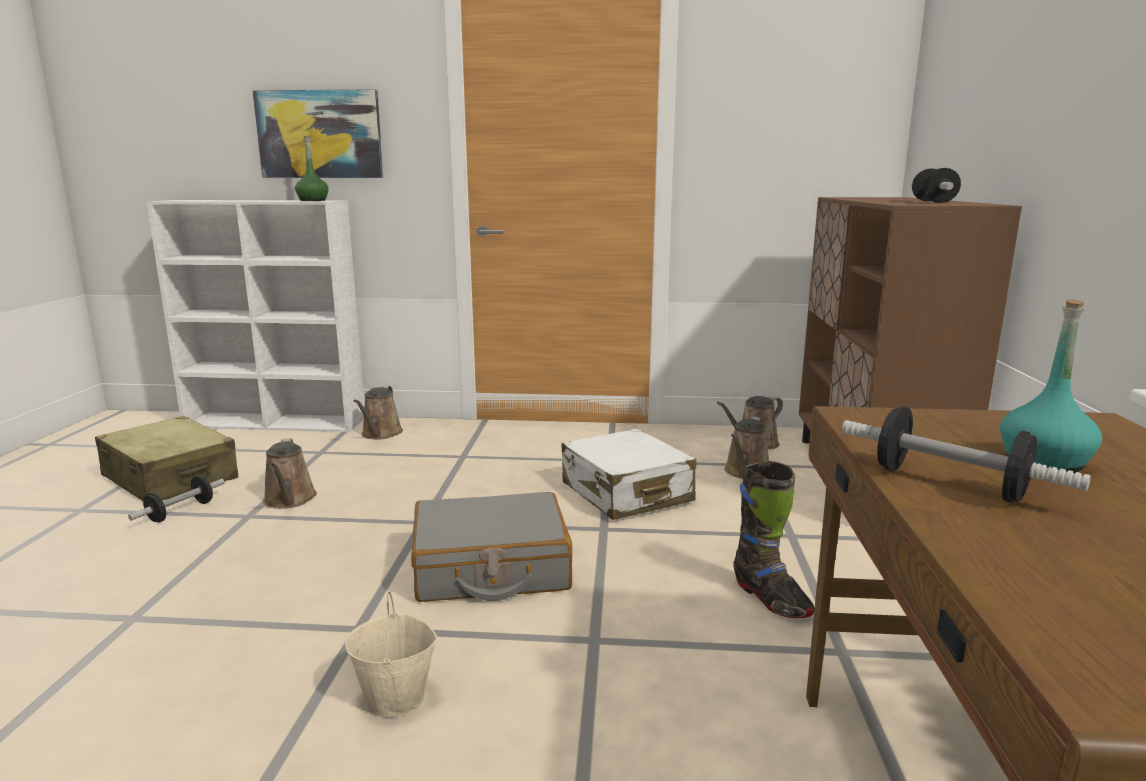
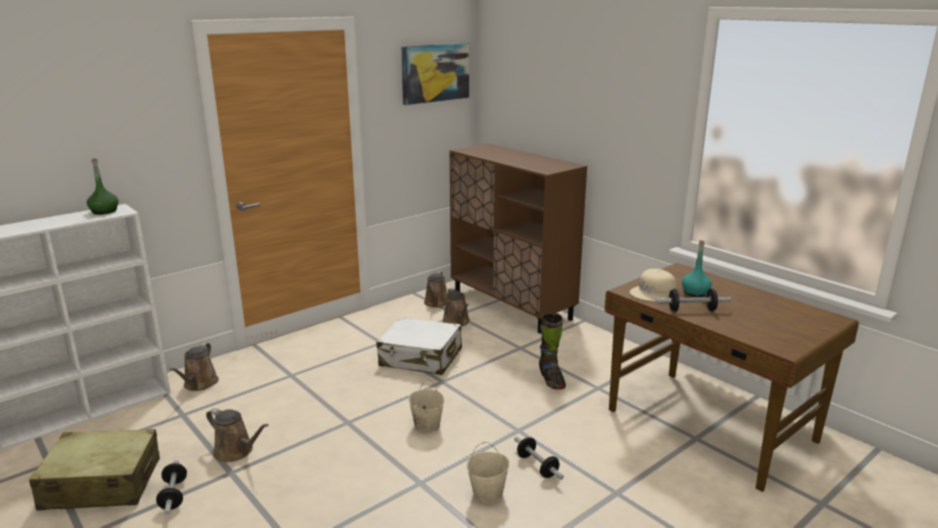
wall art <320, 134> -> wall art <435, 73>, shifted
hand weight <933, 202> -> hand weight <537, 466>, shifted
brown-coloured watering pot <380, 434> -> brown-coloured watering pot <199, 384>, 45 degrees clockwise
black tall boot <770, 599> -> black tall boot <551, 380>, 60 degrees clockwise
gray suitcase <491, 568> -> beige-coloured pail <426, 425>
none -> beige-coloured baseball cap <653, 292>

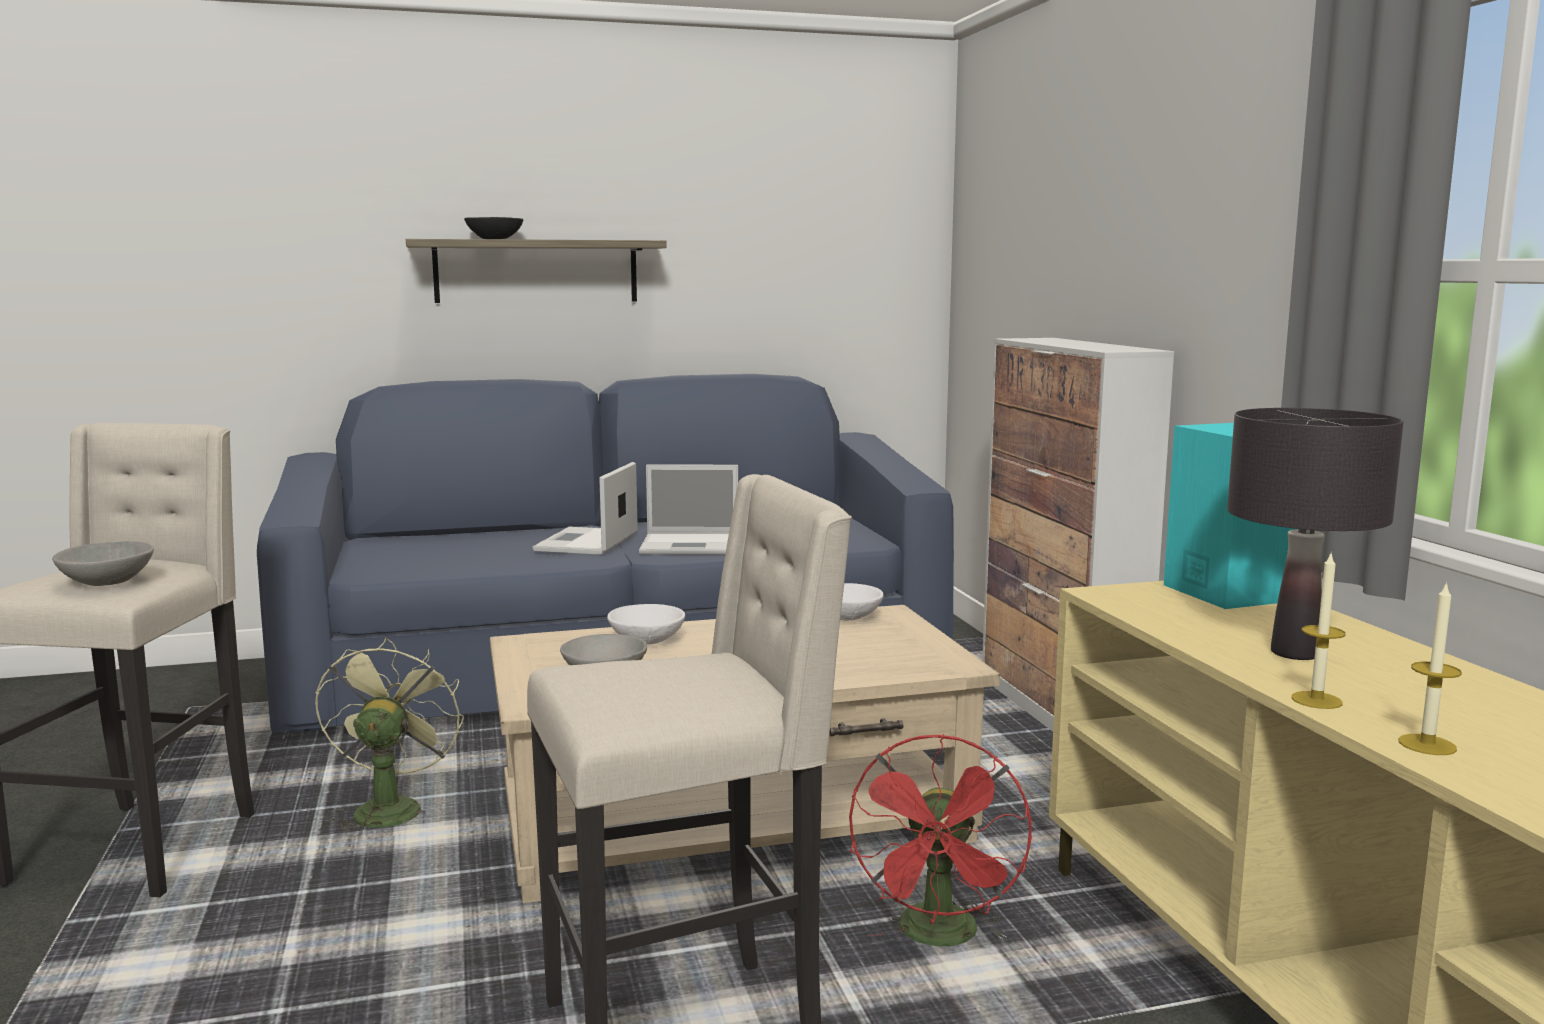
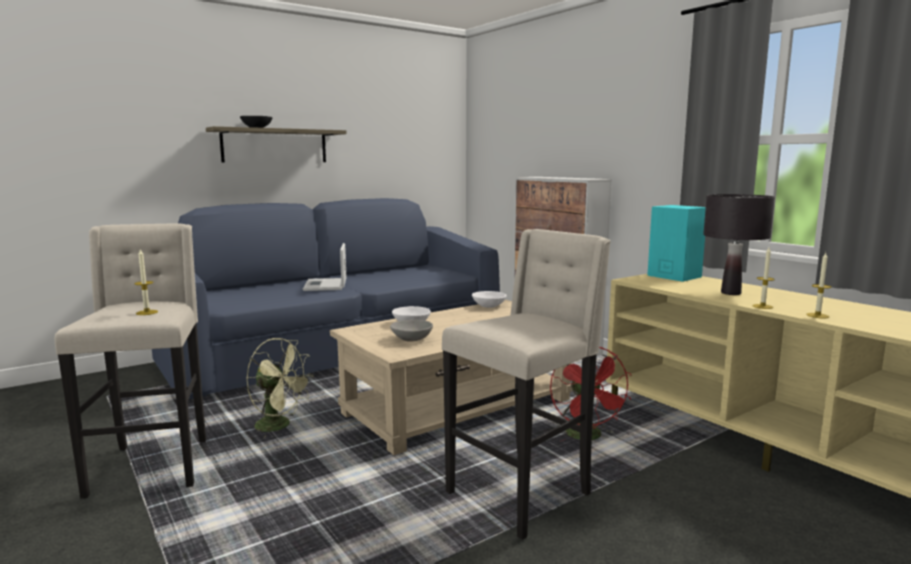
portable computer <692, 545> -> none
gray deep dish <107, 582> -> wax light <147, 312>
green electric fan <389, 807> -> green electric fan <280, 426>, 135 degrees clockwise

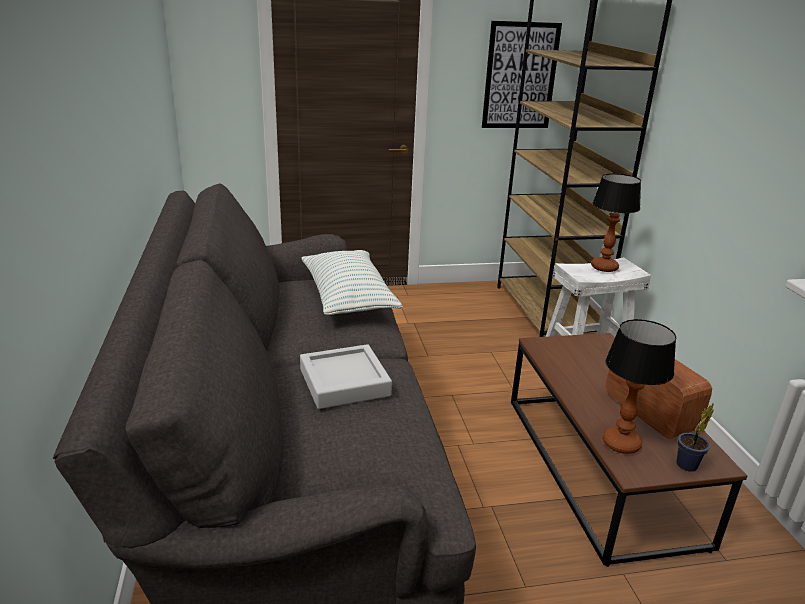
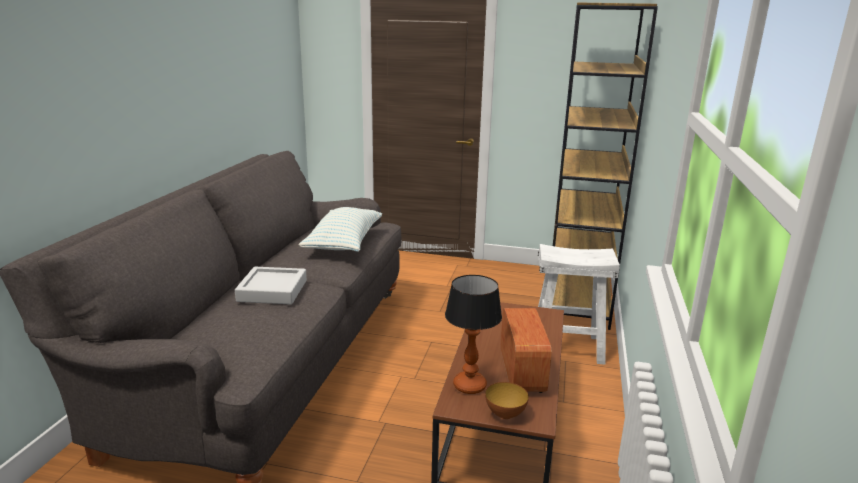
wall art <520, 76> -> none
tabletop lamp <605, 267> -> none
houseplant <685, 466> -> deep dish <505, 414>

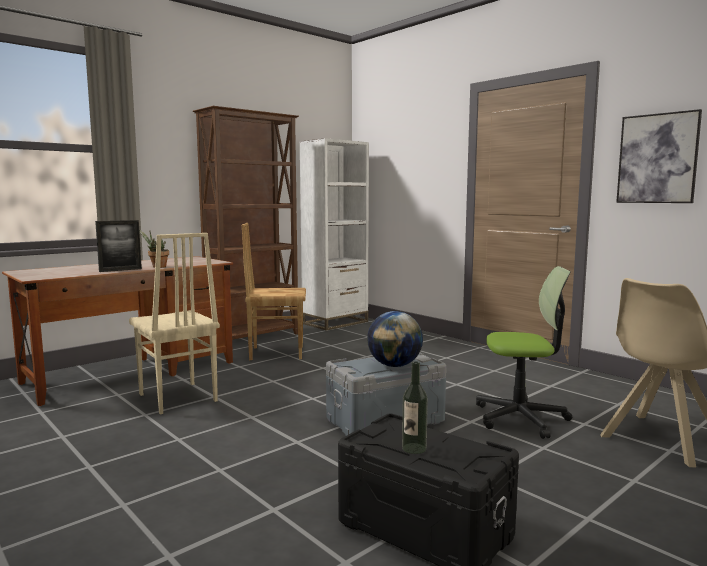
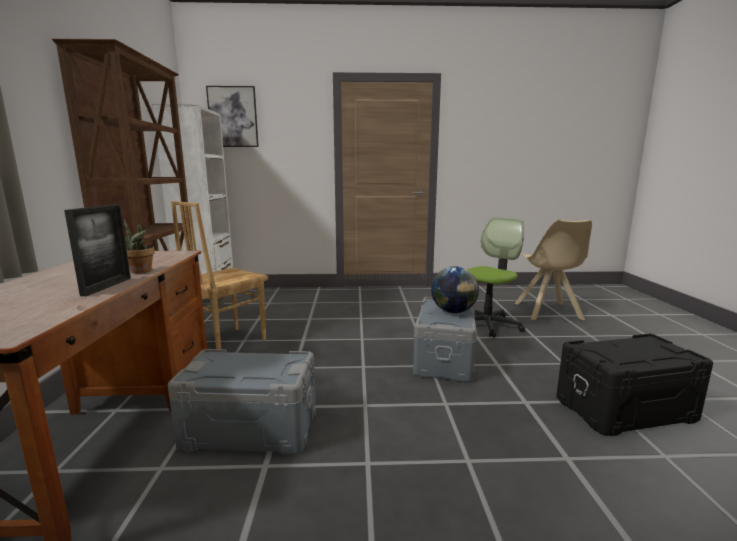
wall art <657, 158> -> wall art <233, 117>, shifted
beige-coloured upright chair <176, 398> -> gray storage box <250, 429>
bottle <414, 448> -> none

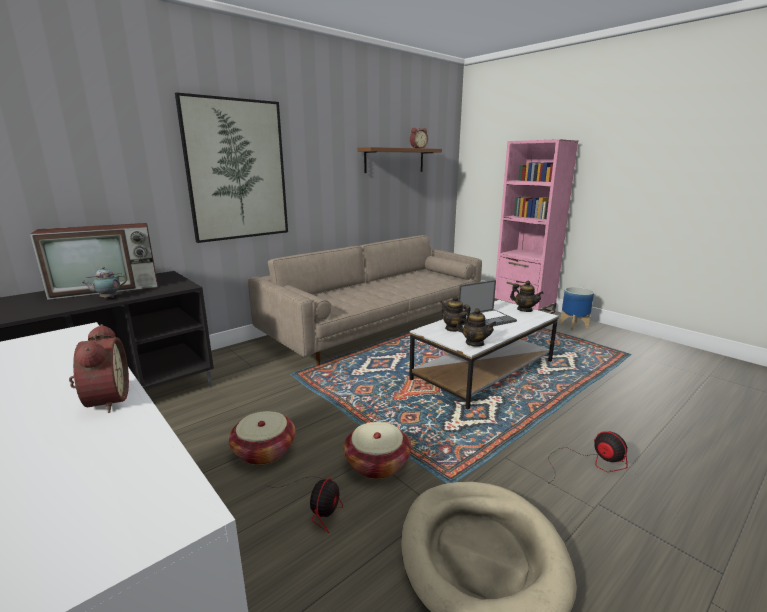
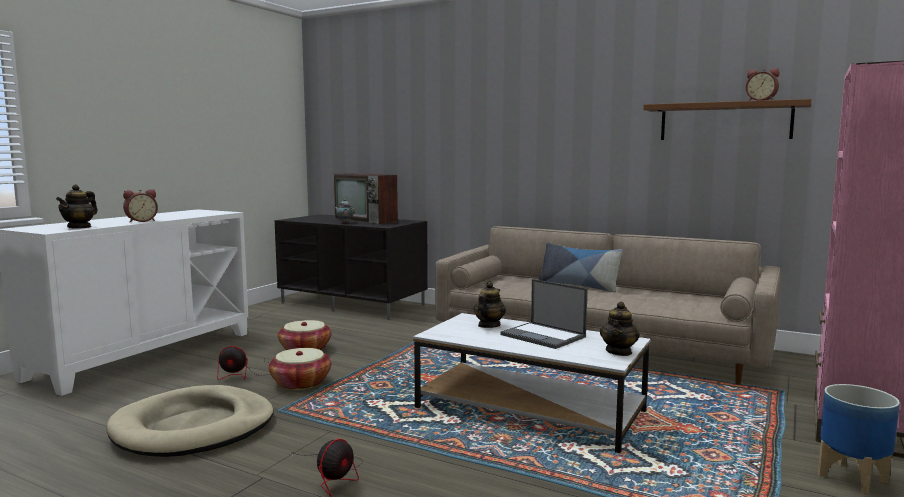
wall art <237, 170> -> none
pot for tea <474, 343> -> pot for tea <79, 227>, shifted
none -> pillow <578, 286>

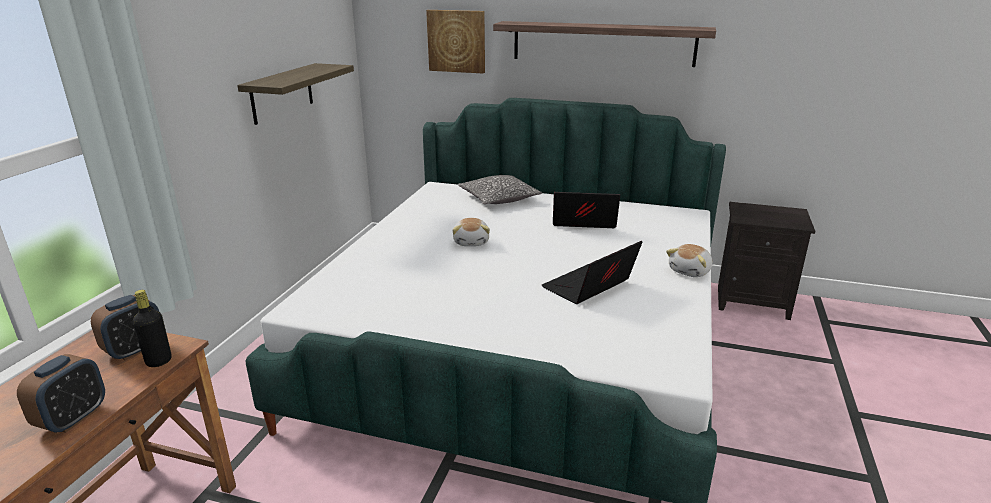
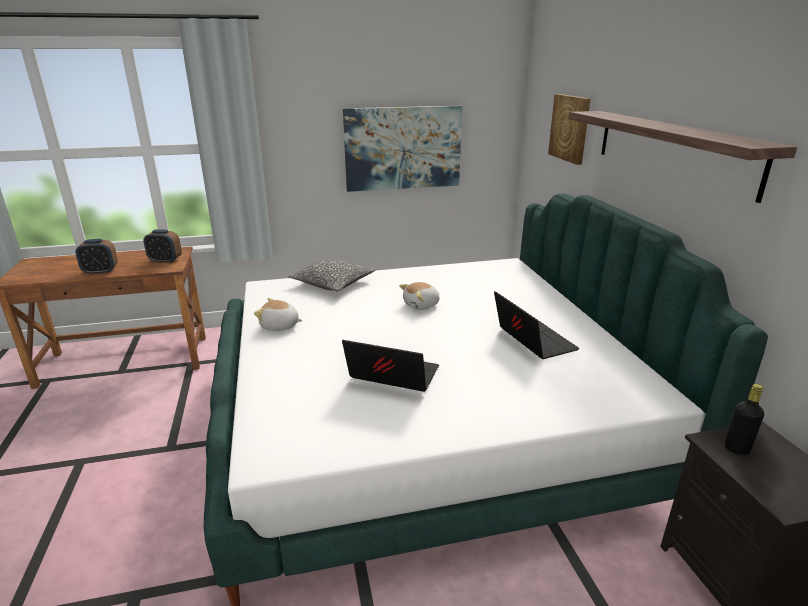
wall shelf <282, 93> -> wall art <403, 148>
pillow <499, 198> -> pillow <333, 283>, shifted
cuddly toy <690, 271> -> cuddly toy <279, 326>, shifted
black bottle <159, 361> -> black bottle <736, 449>, shifted

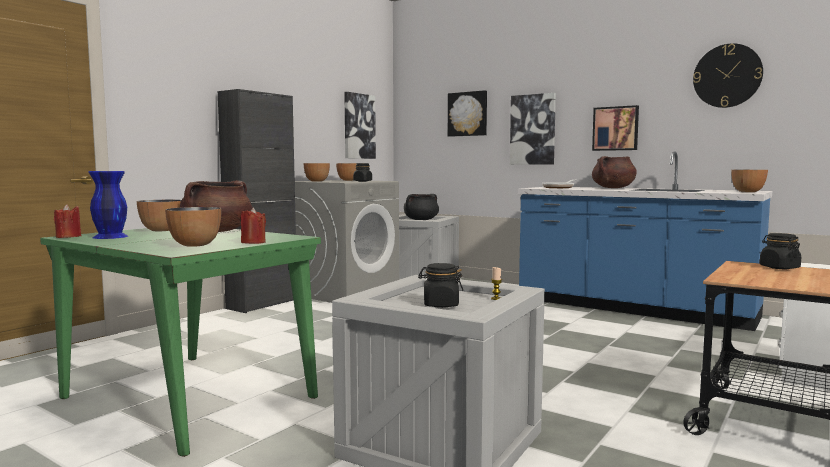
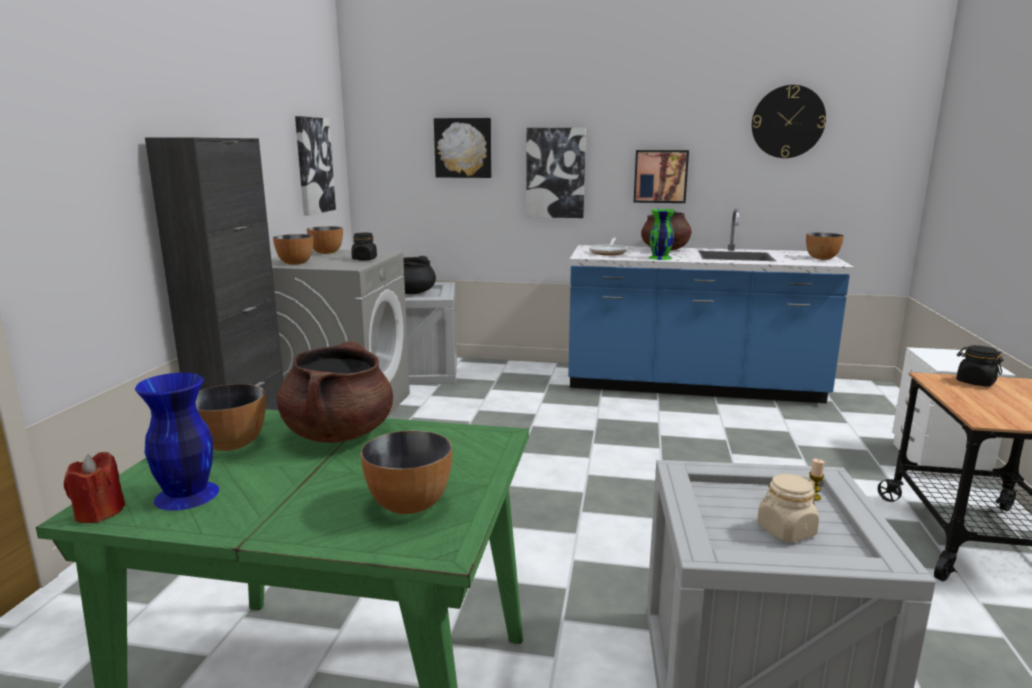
reddish wax light <253, 242> -> none
black preserve jar <440, 305> -> beige-coloured preserve jar <785, 530>
none -> green vase <659, 258>

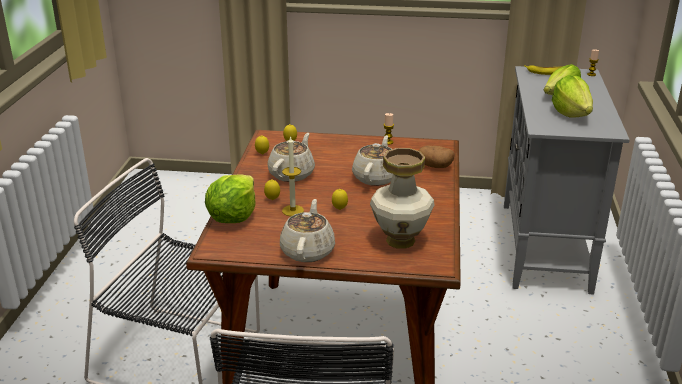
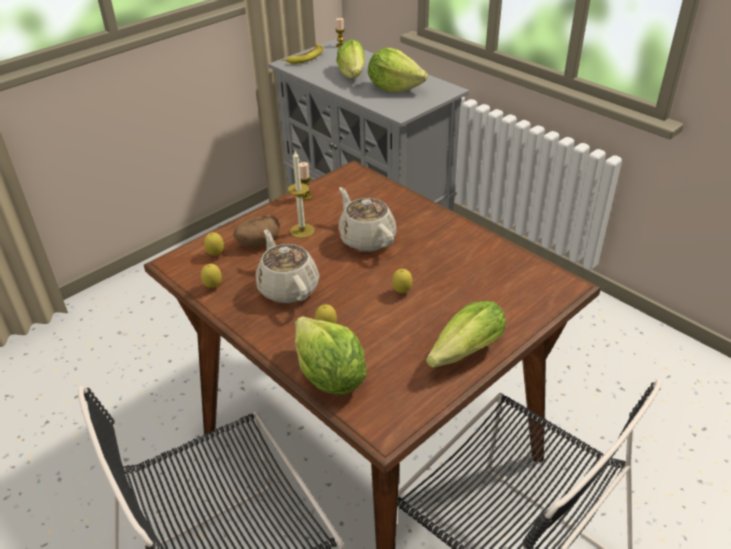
wax light <293, 210> -> wax light <302, 231>, shifted
potato <435, 166> -> potato <258, 243>, shifted
vase <400, 240> -> none
beige-coloured pot for tea <308, 251> -> lettuce head <461, 354>

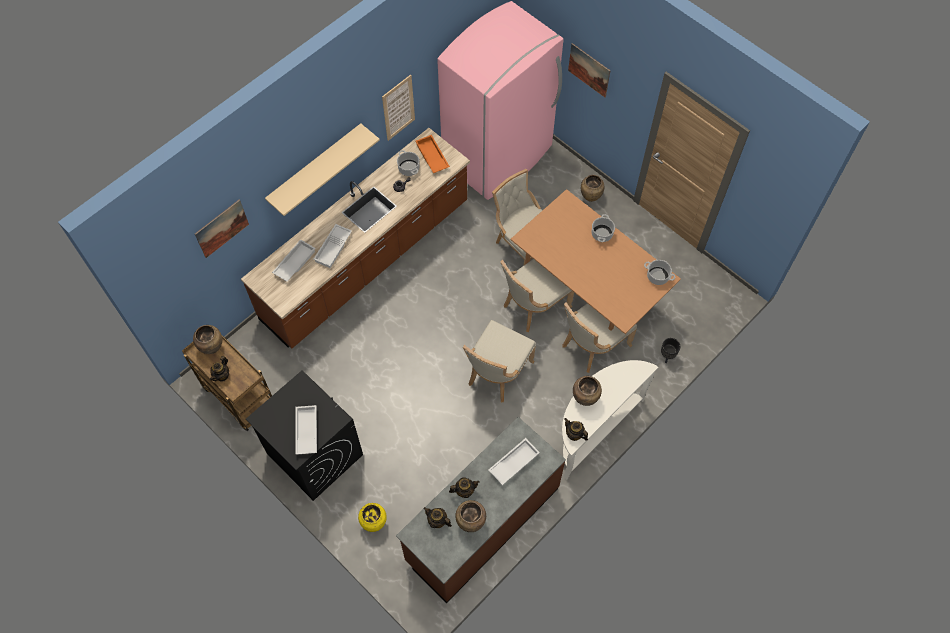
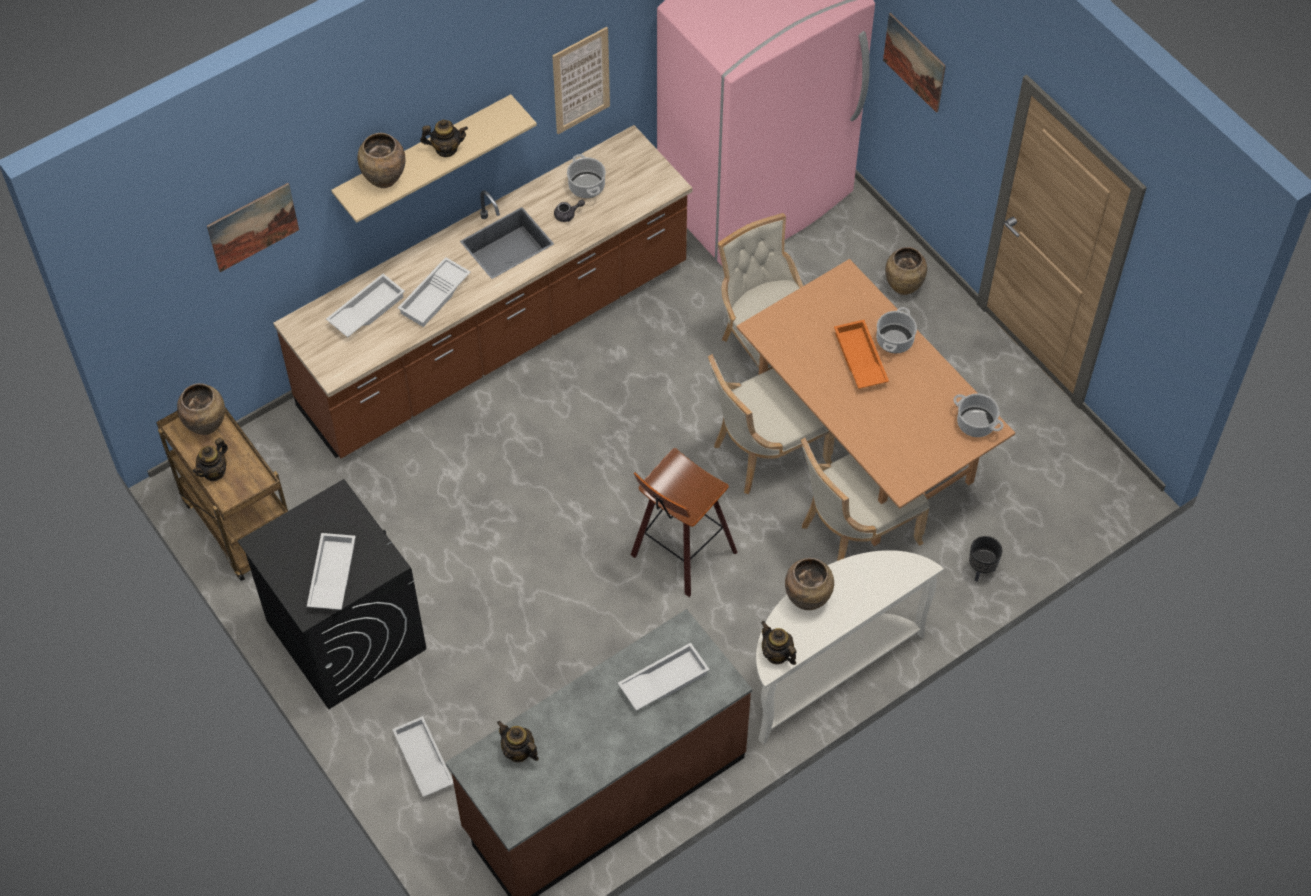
orangey carrying tray <431, 157> -> orangey carrying tray <859, 359>, shifted
beige-coloured upright chair <497, 374> -> stool seat <680, 554>
pot for tea <464, 490> -> pot for tea <446, 149>, shifted
brown-coloured vase <470, 522> -> brown-coloured vase <384, 179>, shifted
yellow vase <373, 522> -> white-coloured carrying tray <422, 760>

